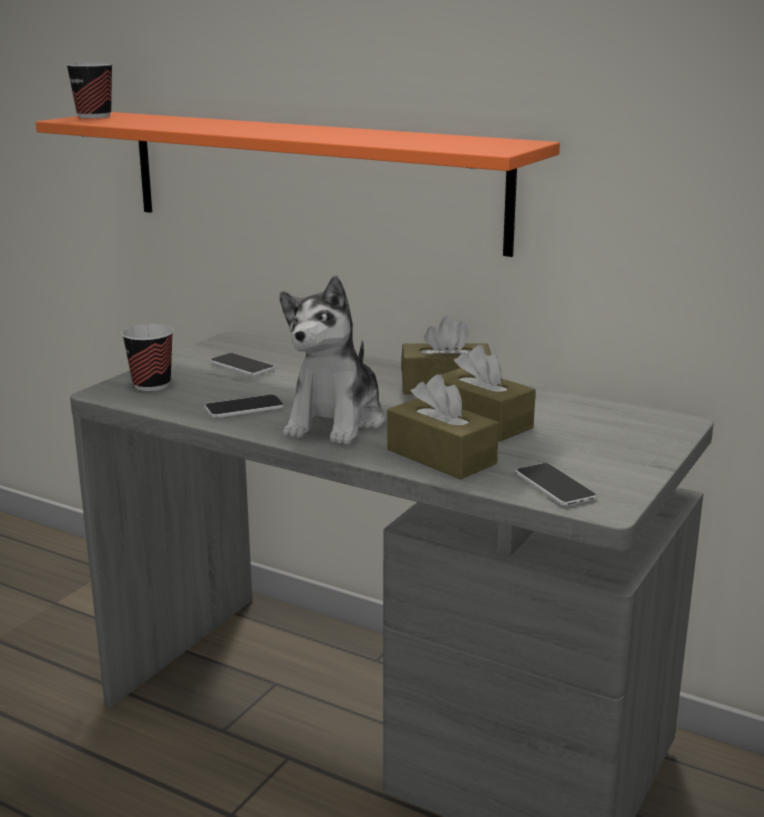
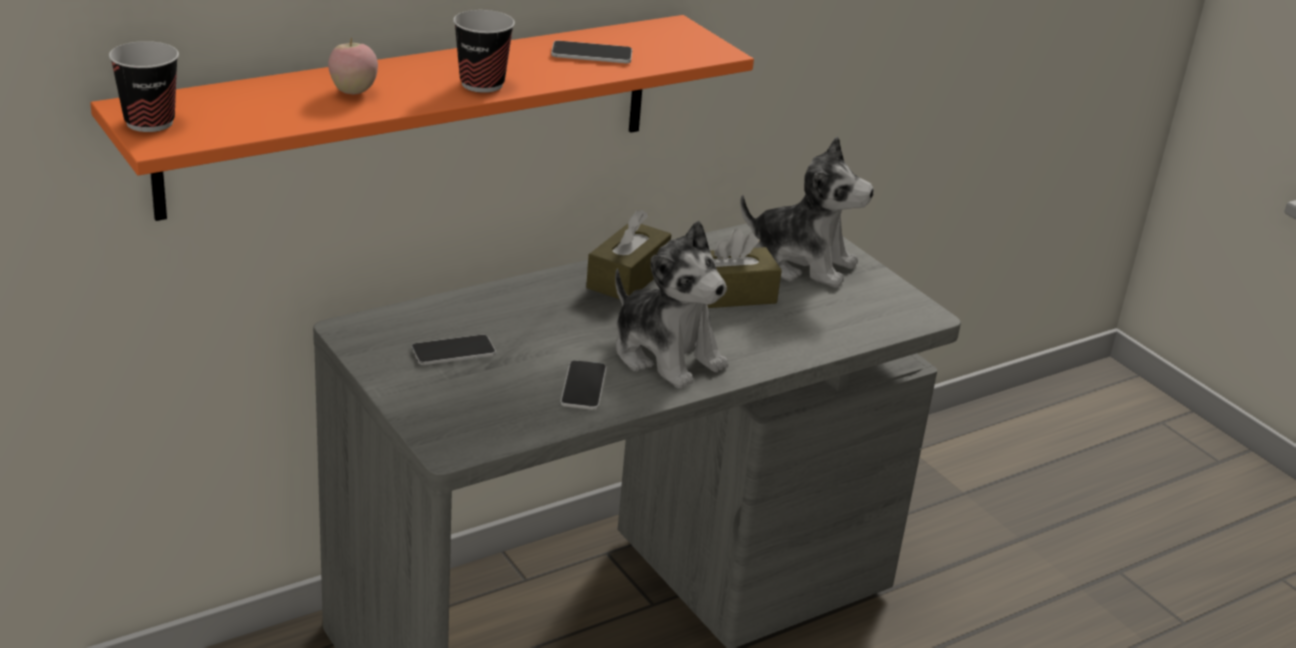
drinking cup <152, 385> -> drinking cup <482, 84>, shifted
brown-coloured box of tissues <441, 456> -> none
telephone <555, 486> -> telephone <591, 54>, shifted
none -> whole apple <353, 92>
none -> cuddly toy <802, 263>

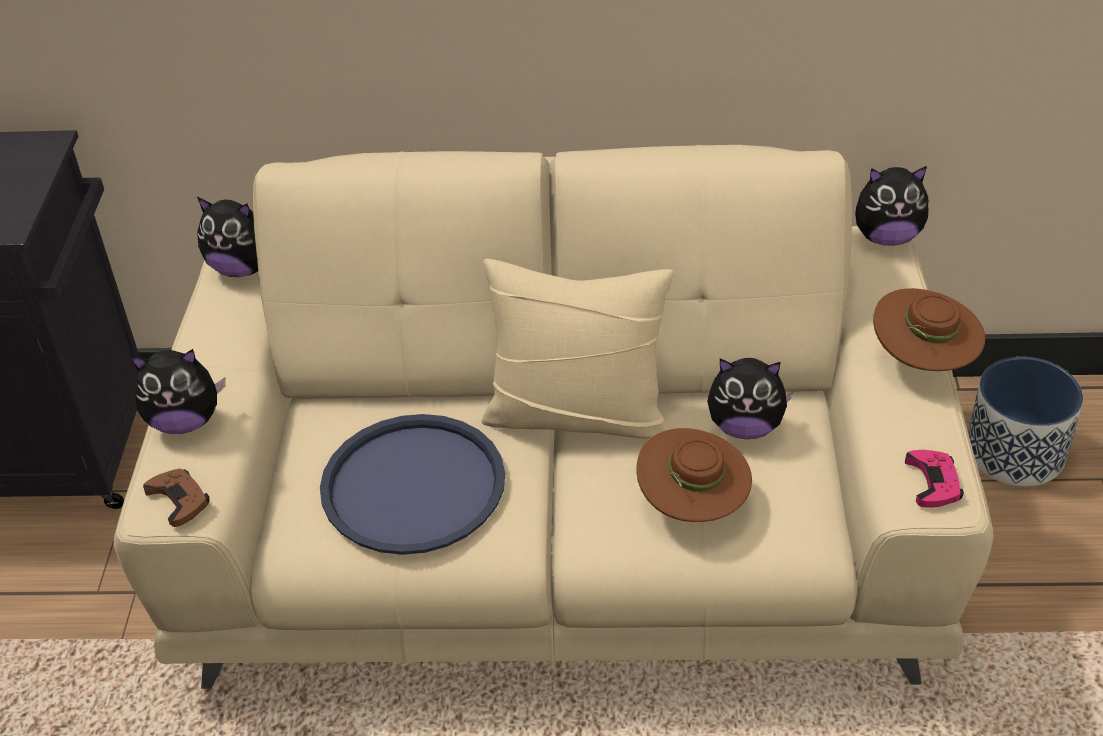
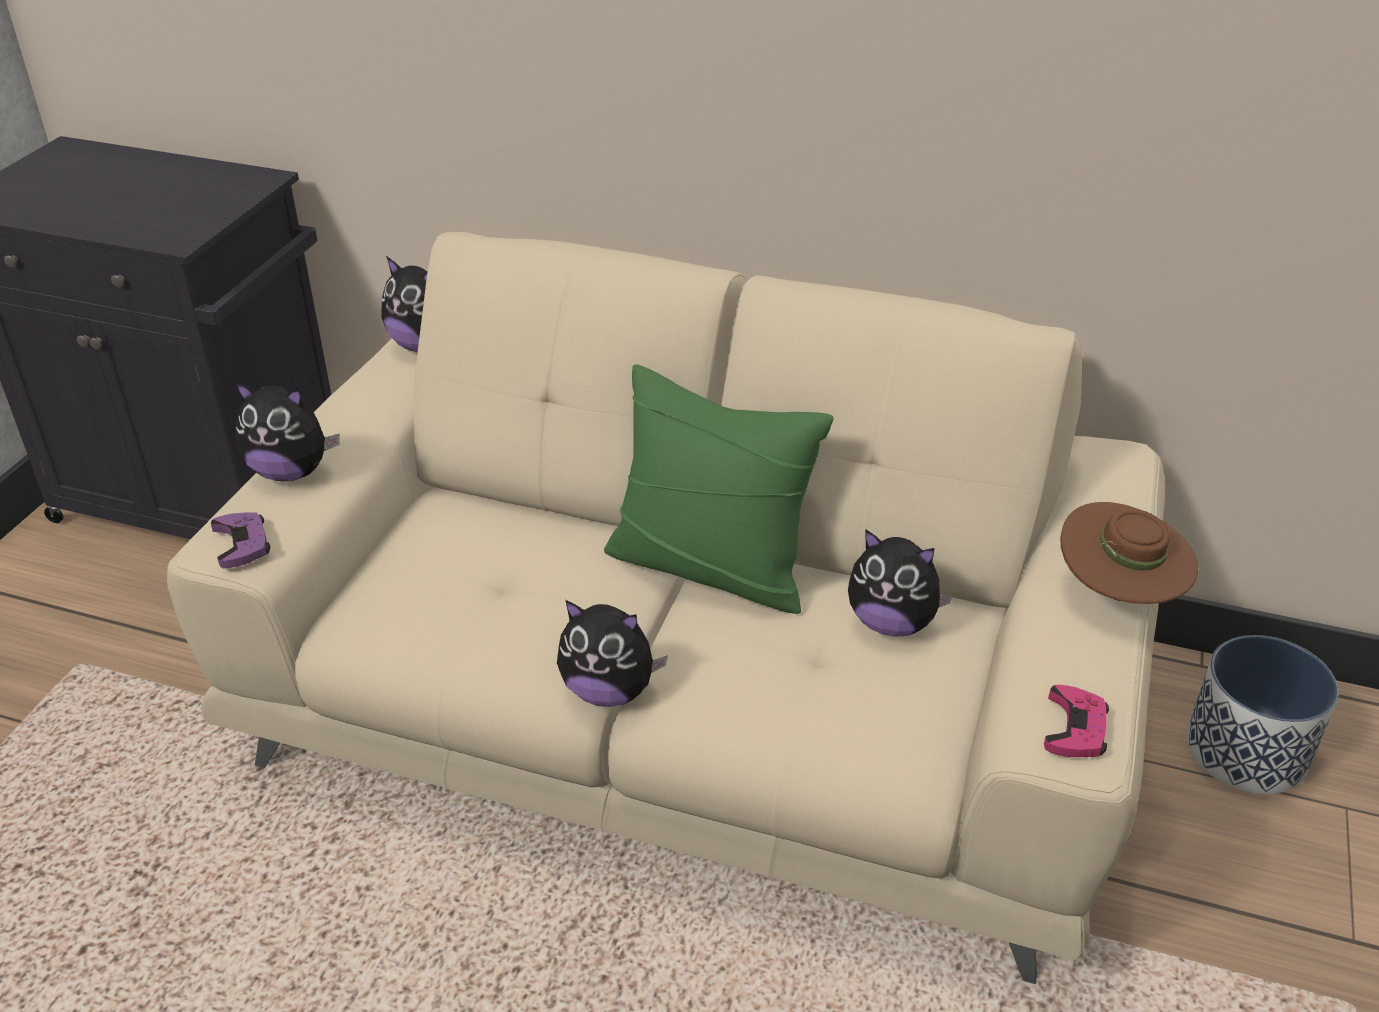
cuddly toy <887, 237> -> cuddly toy <609, 691>, shifted
beige-coloured pillow <578, 414> -> green pillow <711, 567>
blue carrying tray <413, 486> -> none
brown-coloured clothing hat <693, 504> -> none
brown-coloured gamepad <179, 500> -> purple-coloured gamepad <242, 544>

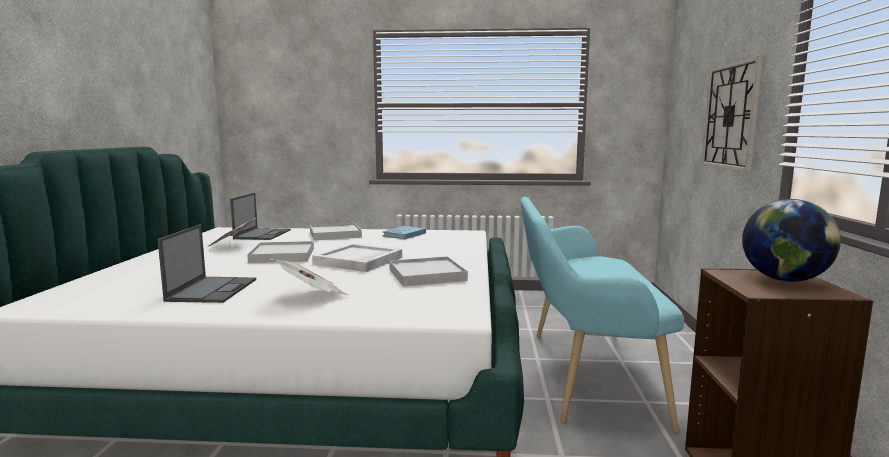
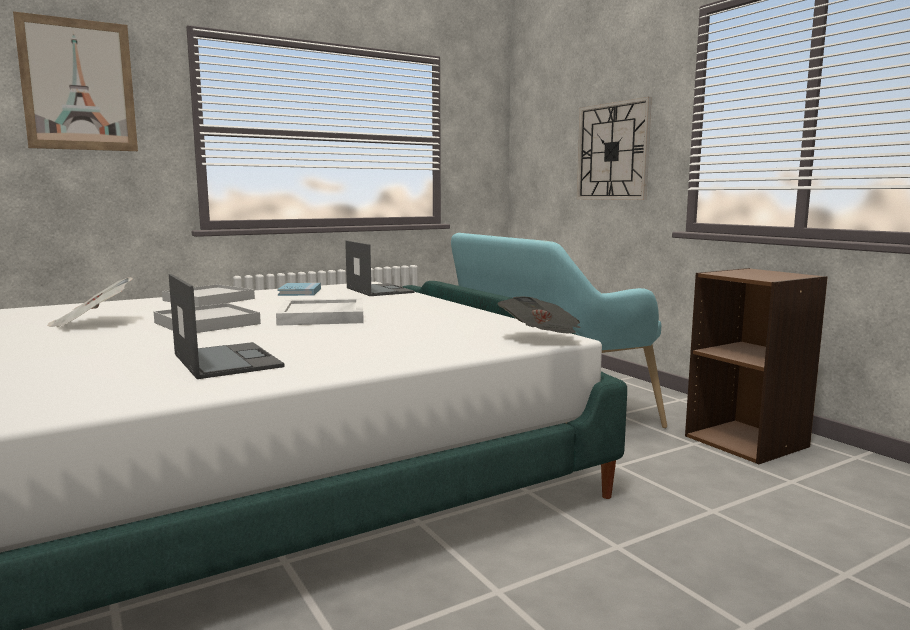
portable computer <263, 234> -> portable computer <378, 290>, shifted
desk globe <784, 280> -> none
white-coloured carrying tray <426, 275> -> none
daily paper <311, 296> -> daily paper <542, 339>, shifted
none -> wall art <78, 85>

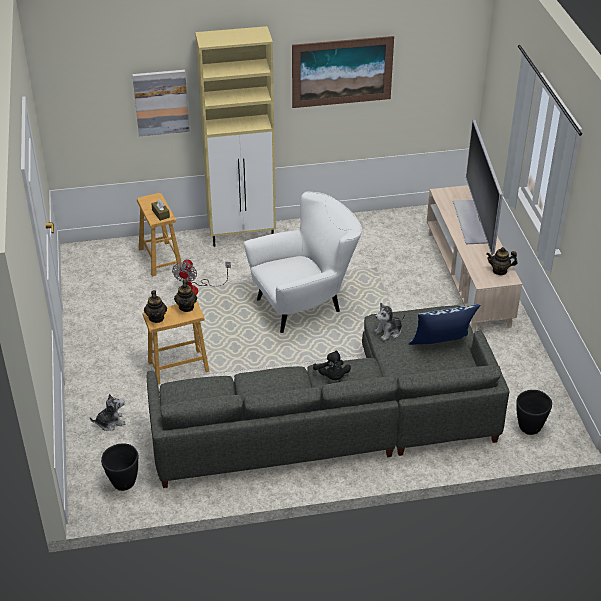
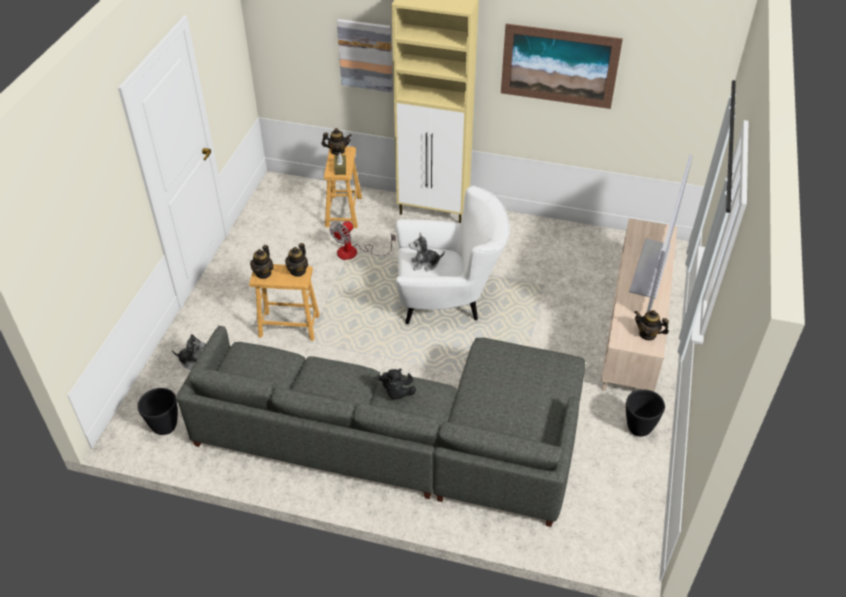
cuddly toy <389, 331> -> cuddly toy <425, 264>, shifted
pillow <440, 346> -> none
black planter <529, 428> -> black planter <638, 428>, shifted
none -> pot for tea <337, 151>

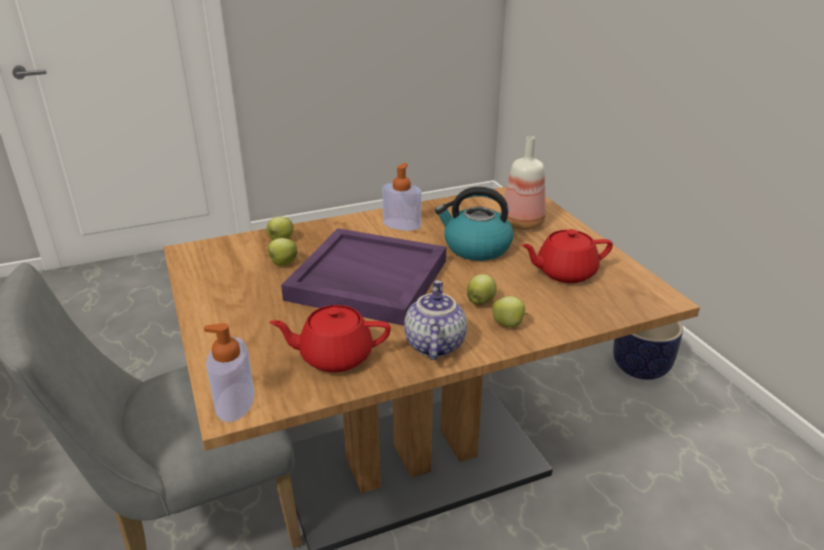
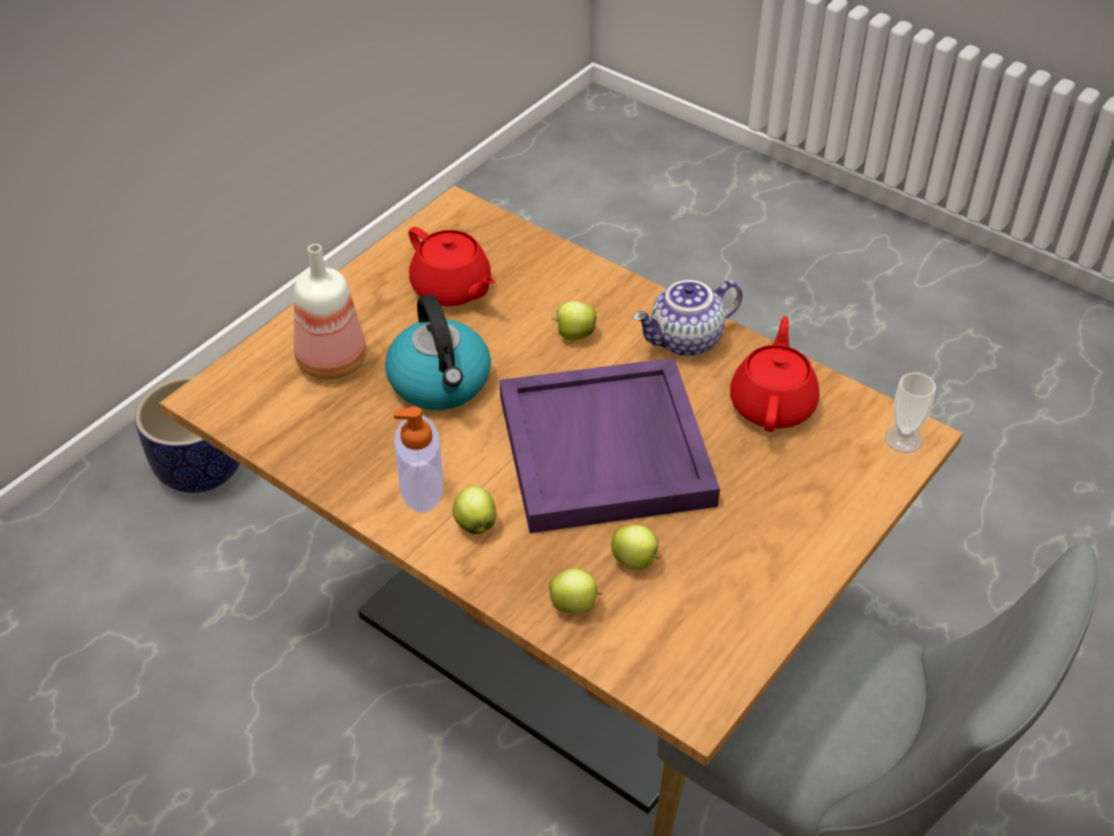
whole apple <508, 324> -> whole apple <475, 523>, shifted
reddish pot for tea <334, 356> -> reddish pot for tea <773, 404>, 135 degrees counterclockwise
liquid soap bottle <235, 402> -> drinking cup <903, 439>

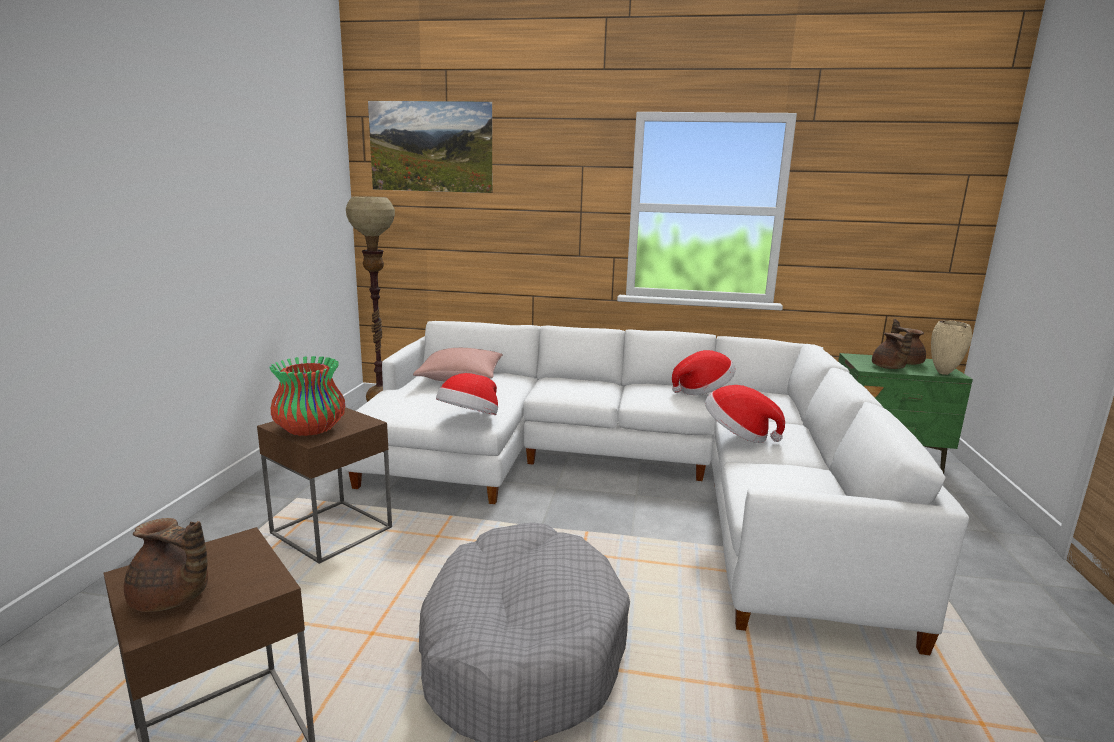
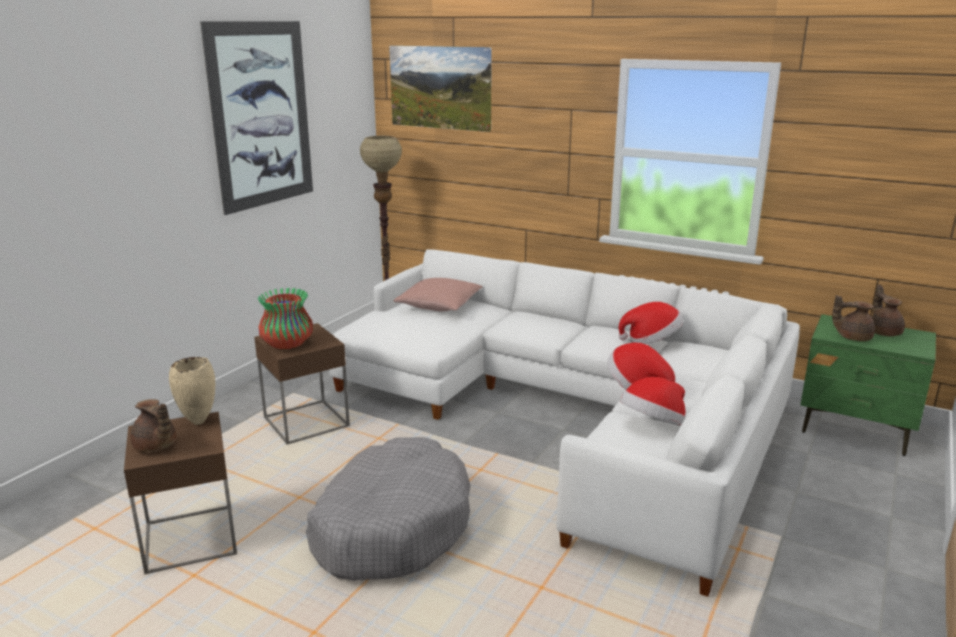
beige-coloured vase <944, 373> -> beige-coloured vase <198, 422>, shifted
brown-coloured pot for tea <888, 368> -> brown-coloured pot for tea <852, 337>, 90 degrees clockwise
clothing hat <469, 419> -> clothing hat <653, 425>, shifted
none -> wall art <261, 115>

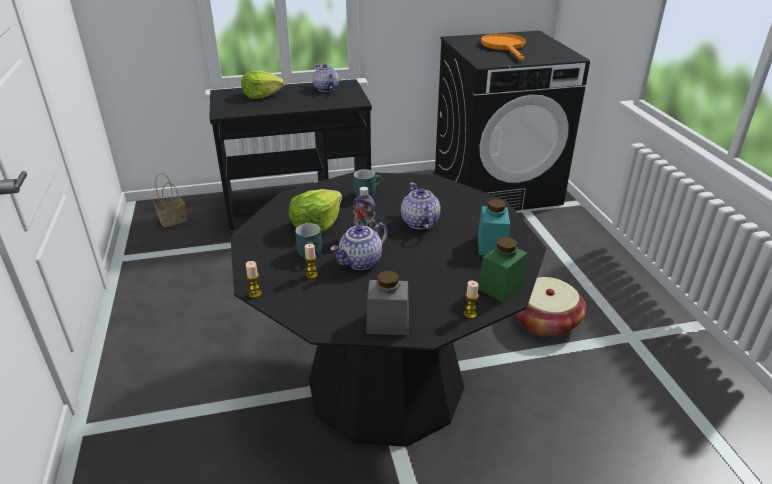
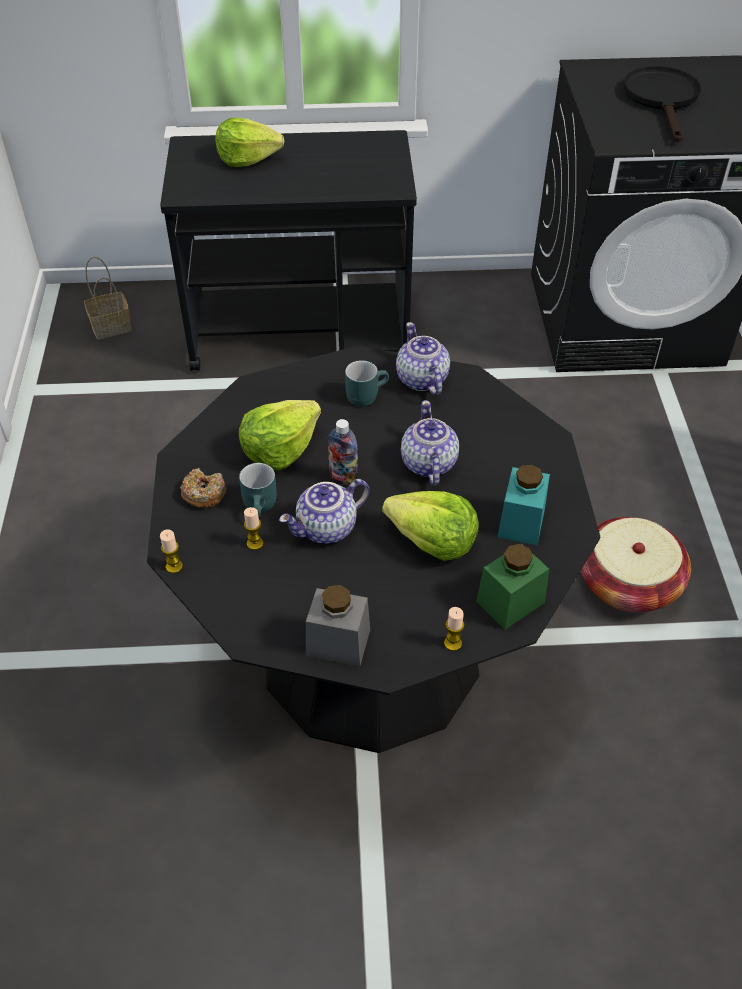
orangey frying pan <505, 47> -> black frying pan <662, 100>
pot for tea <326, 89> -> pot for tea <421, 379>, shifted
none -> ring doughnut <204, 493>
none -> lettuce head <432, 541>

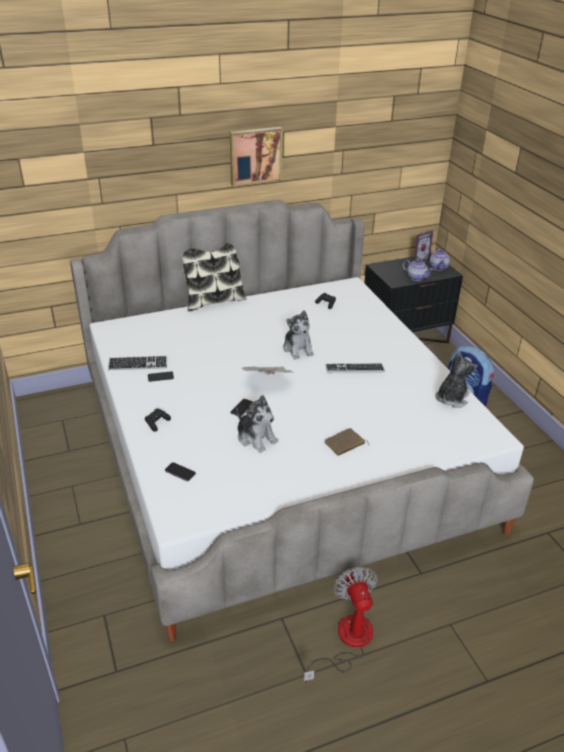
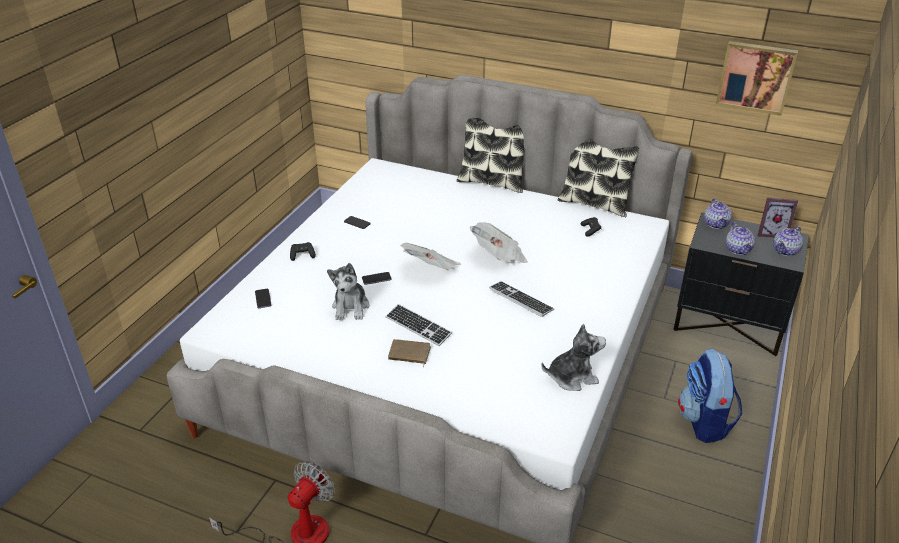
wall art <255, 155> -> wall art <756, 77>, shifted
cuddly toy <298, 349> -> daily paper <499, 256>
computer keyboard <138, 364> -> computer keyboard <418, 326>, shifted
none -> pillow <595, 203>
none -> pot for tea <716, 224>

